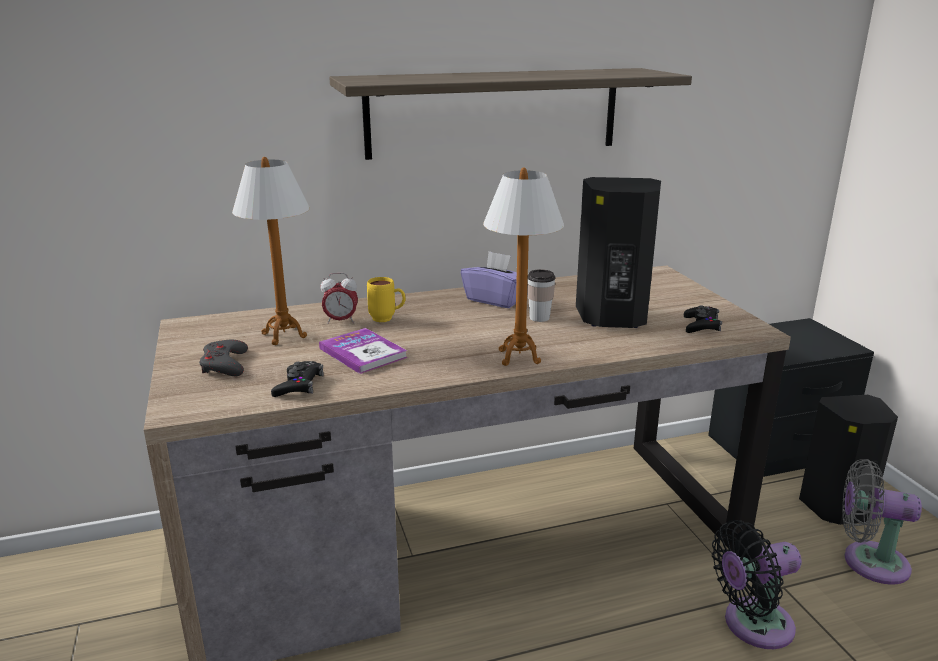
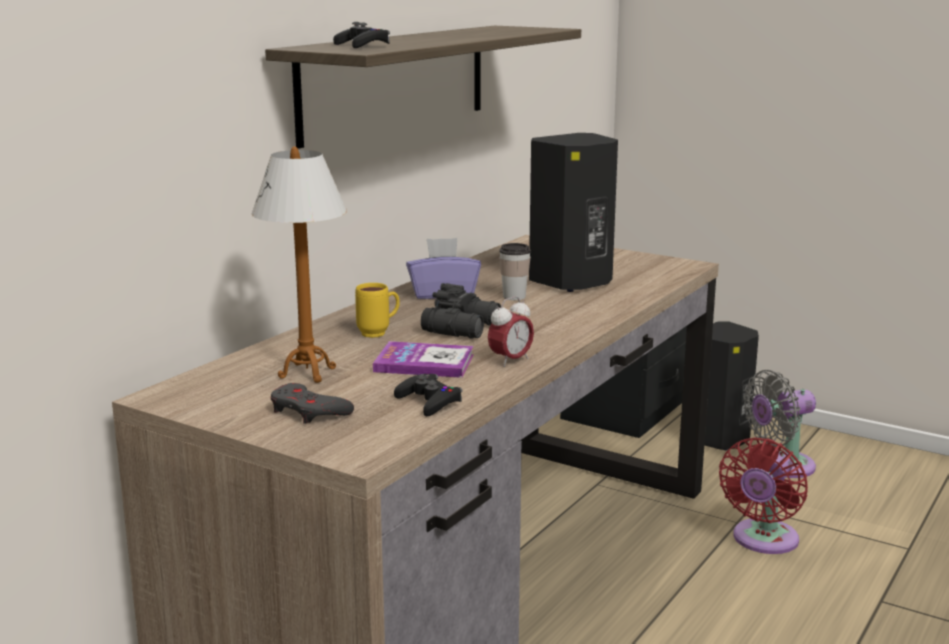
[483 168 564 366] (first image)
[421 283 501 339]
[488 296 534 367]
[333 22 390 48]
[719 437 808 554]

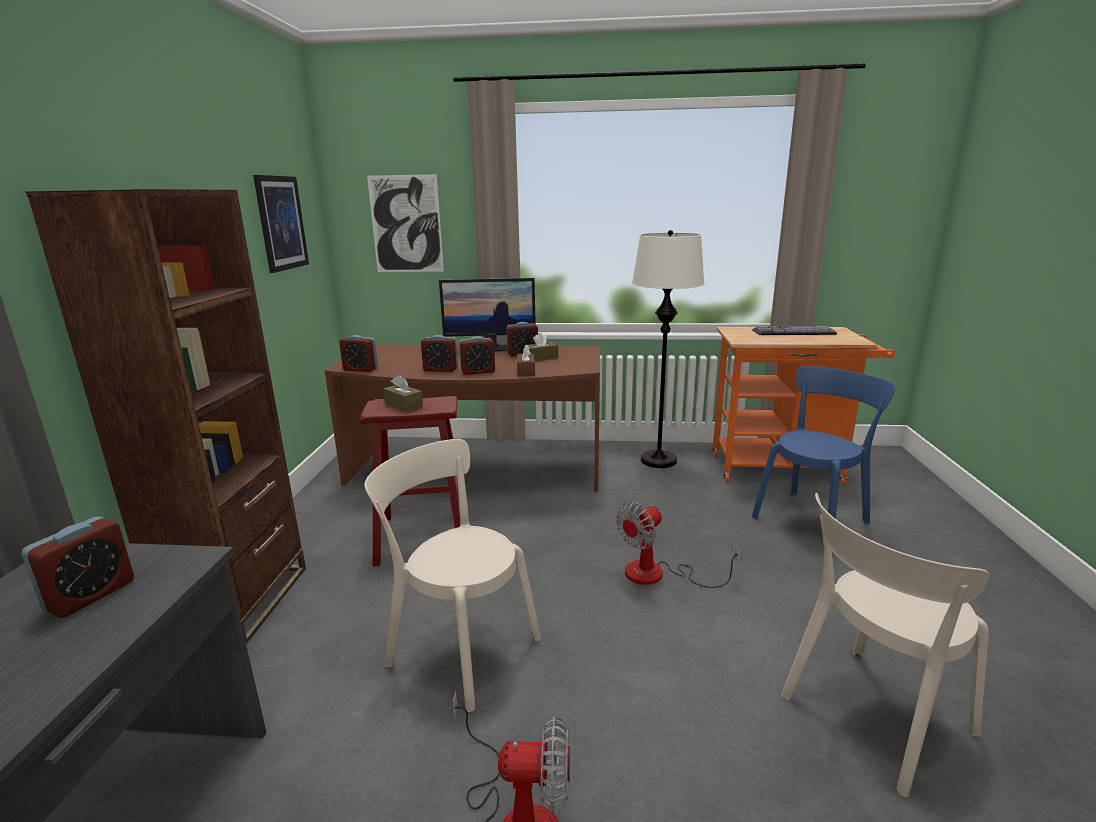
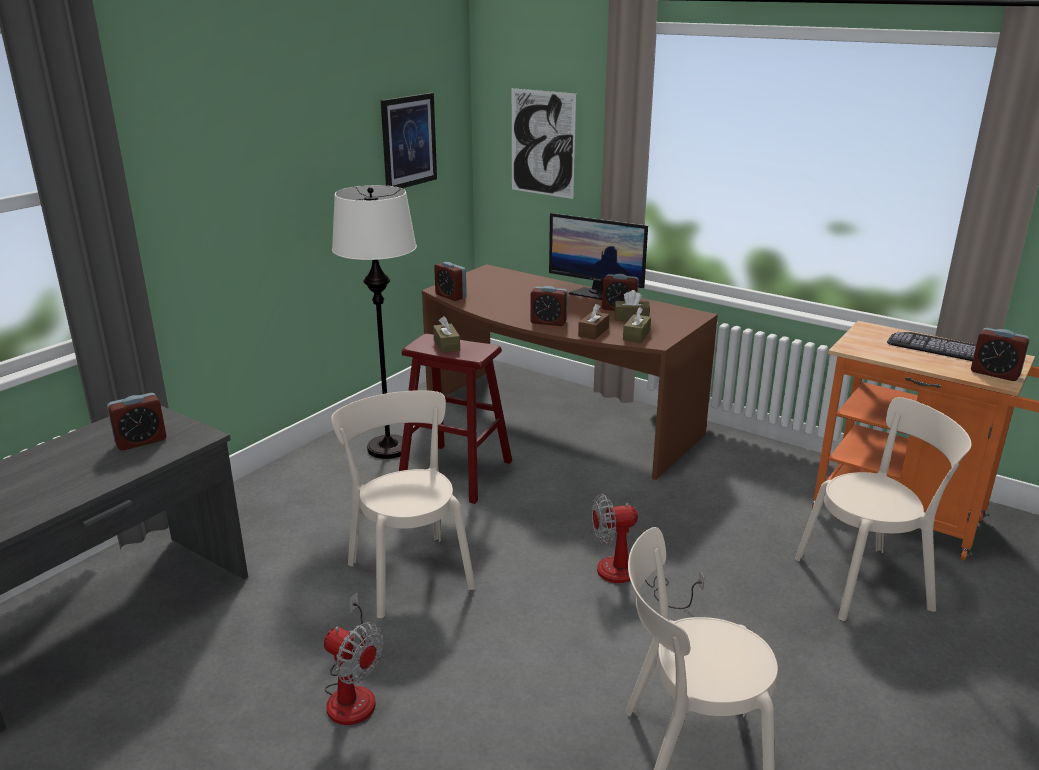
[26 189 306 644] (first image)
[623 307 651 343]
[971 328 1030 381]
[332 185 417 459]
[795 397 972 621]

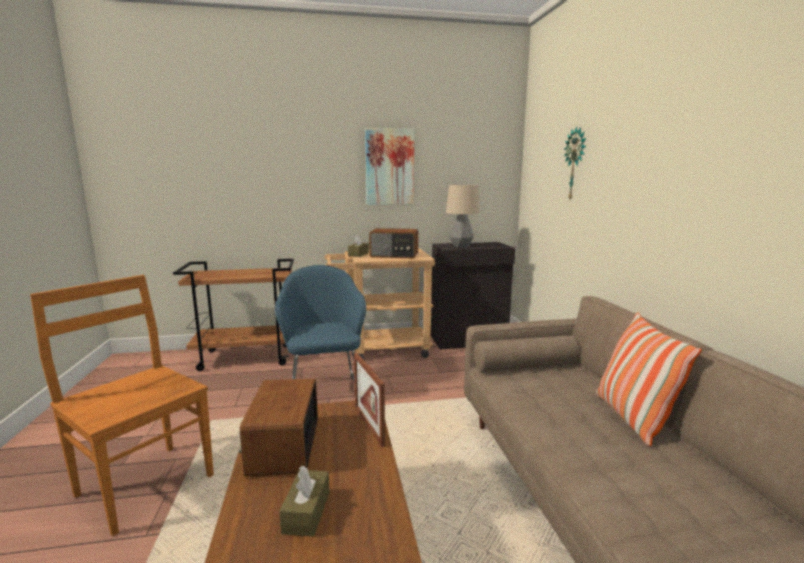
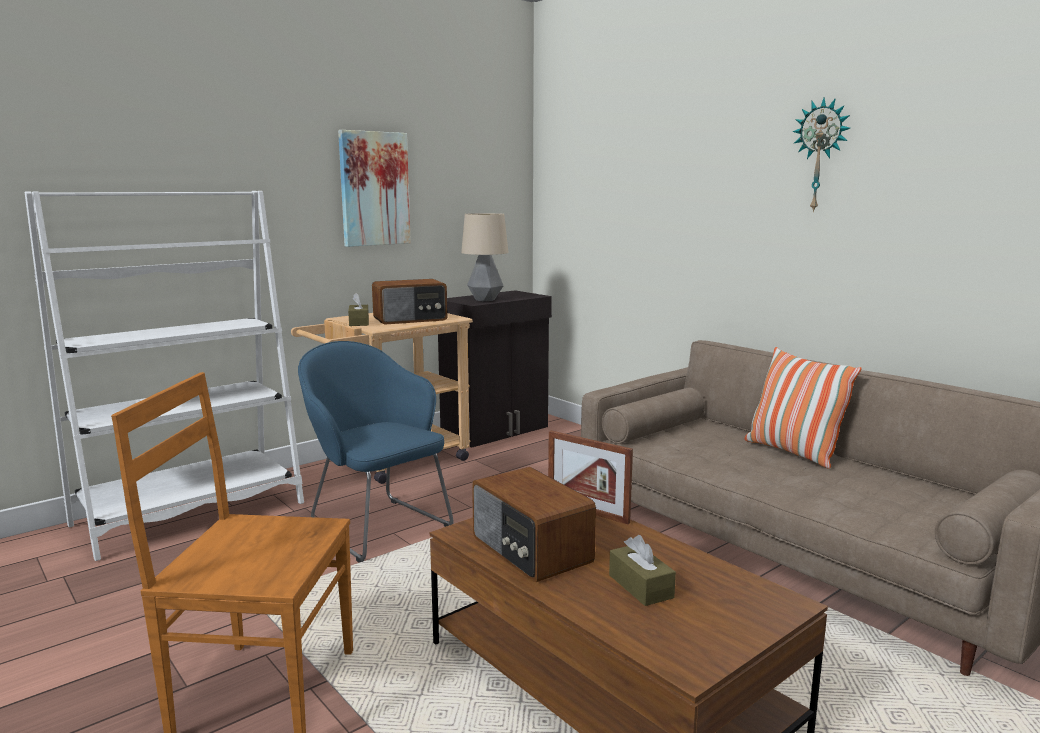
[792 98 850 213]
[25 191 304 561]

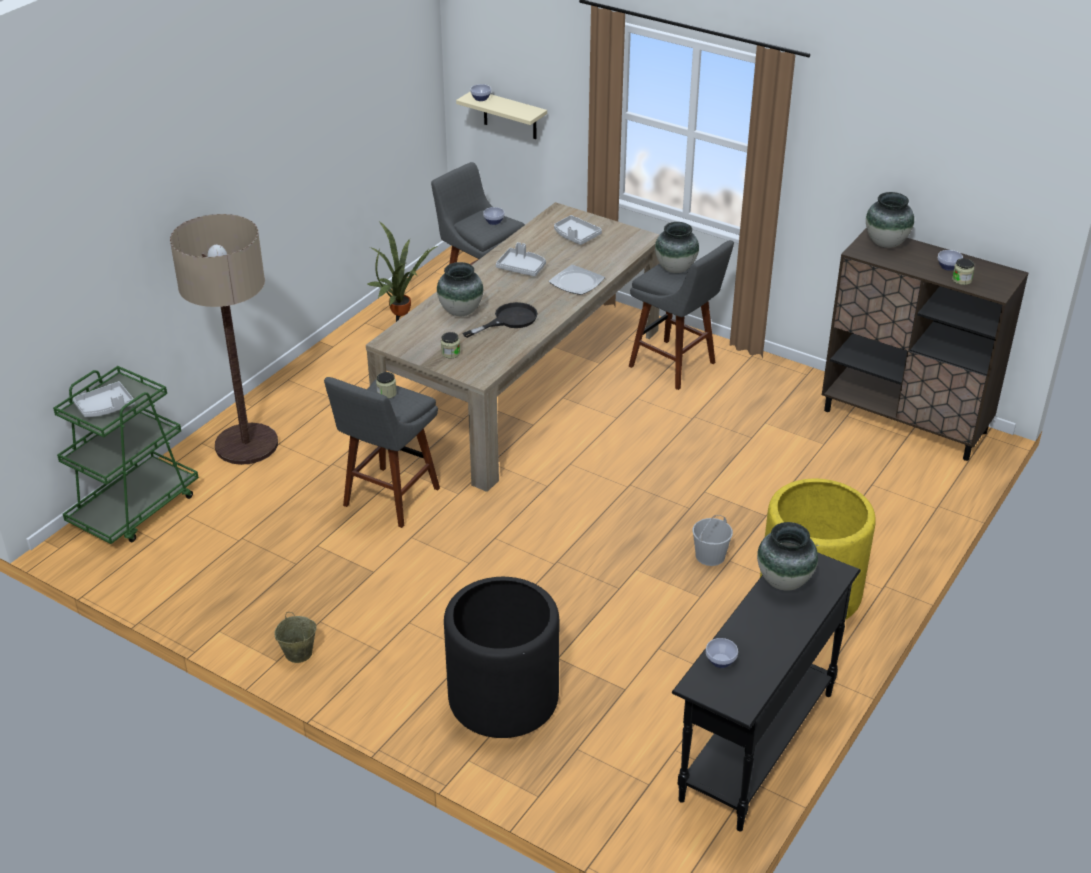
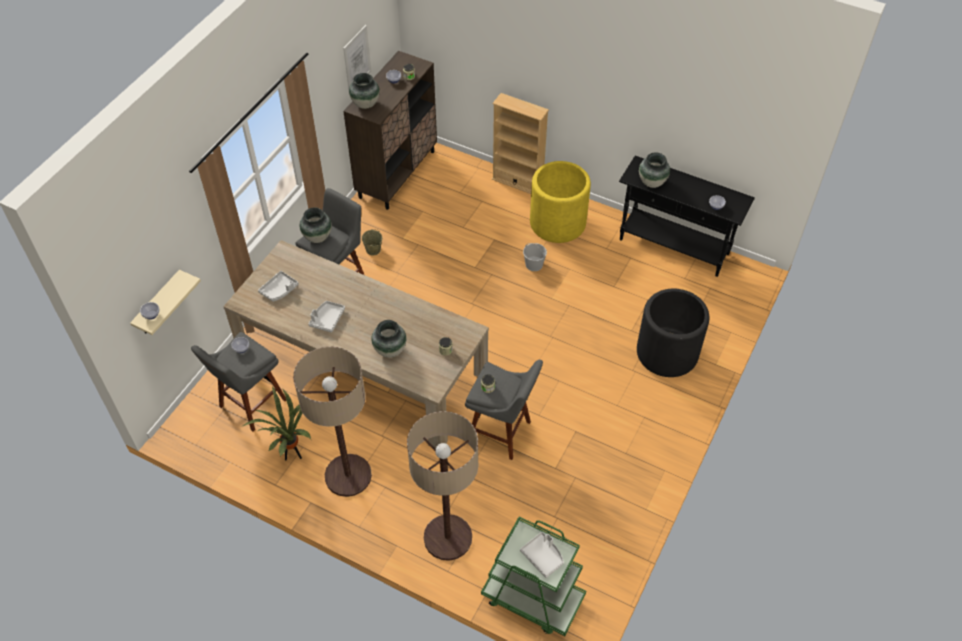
[463 302 538 338] (first image)
[548 265 605 295] (first image)
[293 346 372 497]
[343 25 371 89]
[492 93 549 194]
[362 229 382 256]

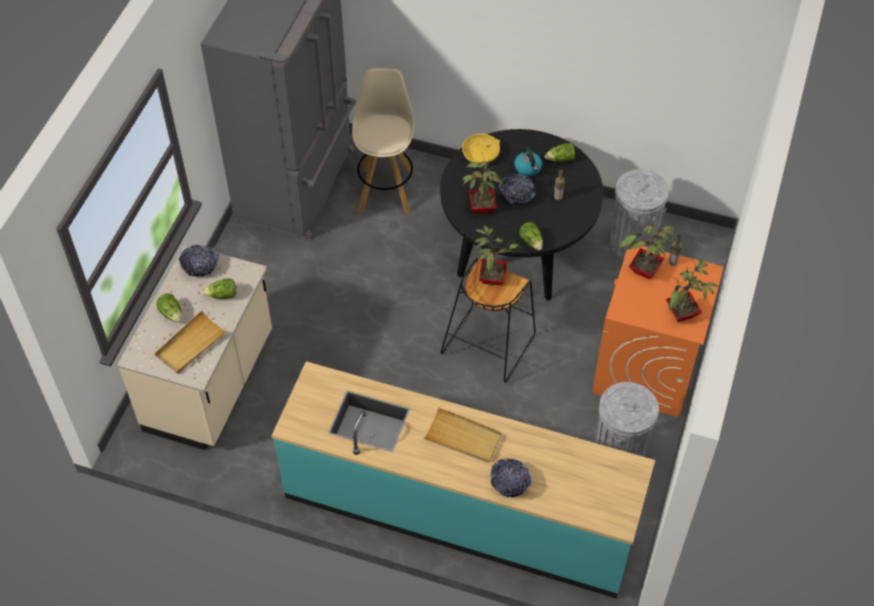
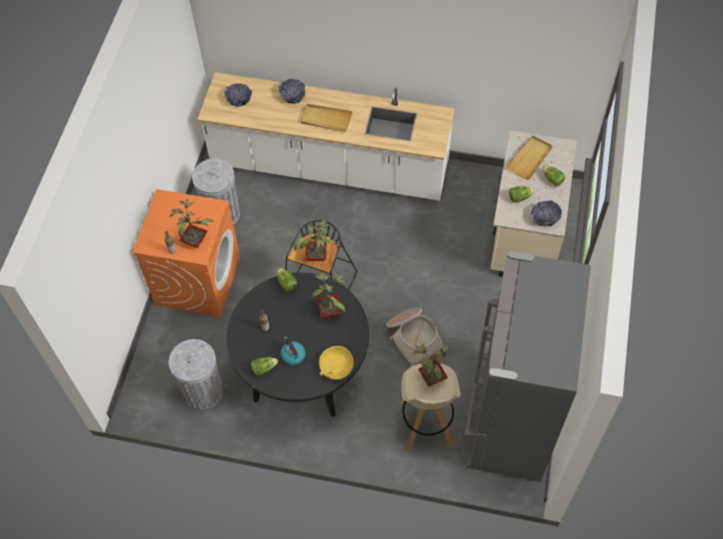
[386 308 443 367]
[224 83 252 107]
[412 344 449 387]
[197 72 455 201]

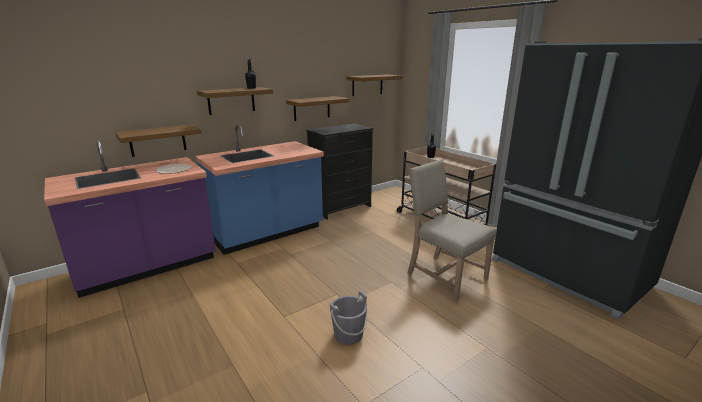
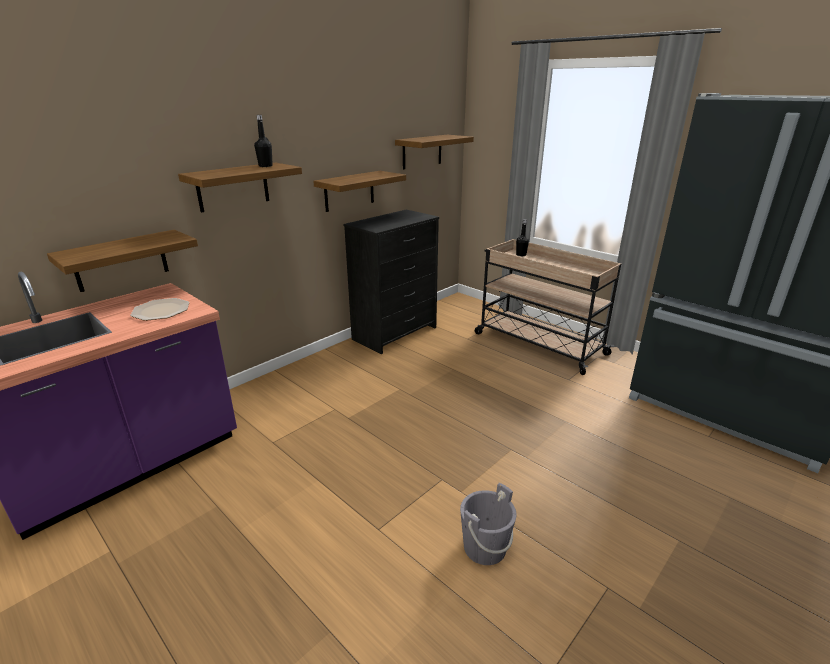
[195 125 324 255] (first image)
[408 159 496 302] (first image)

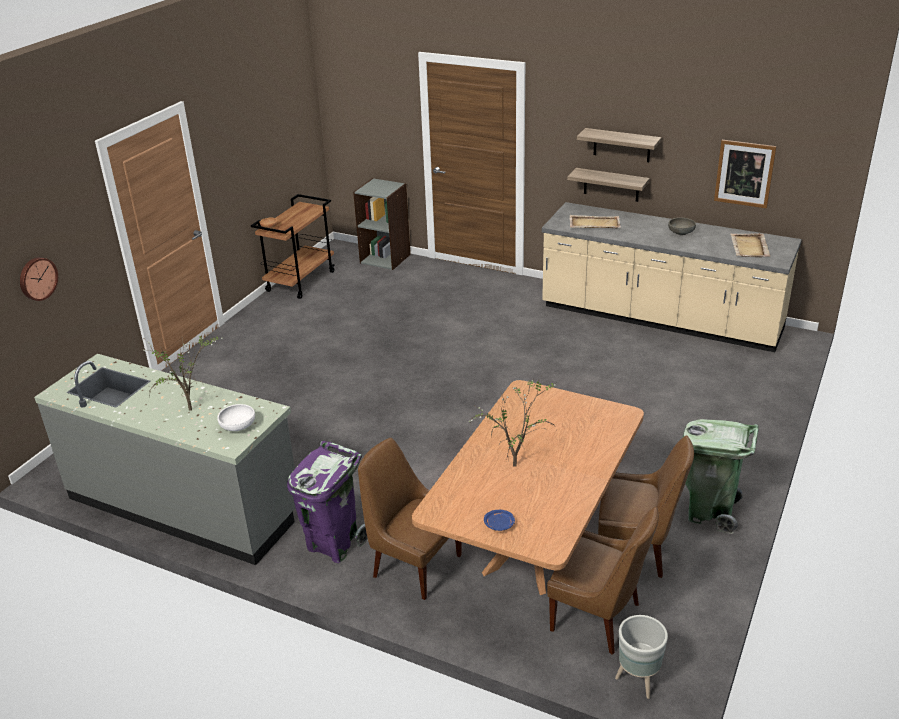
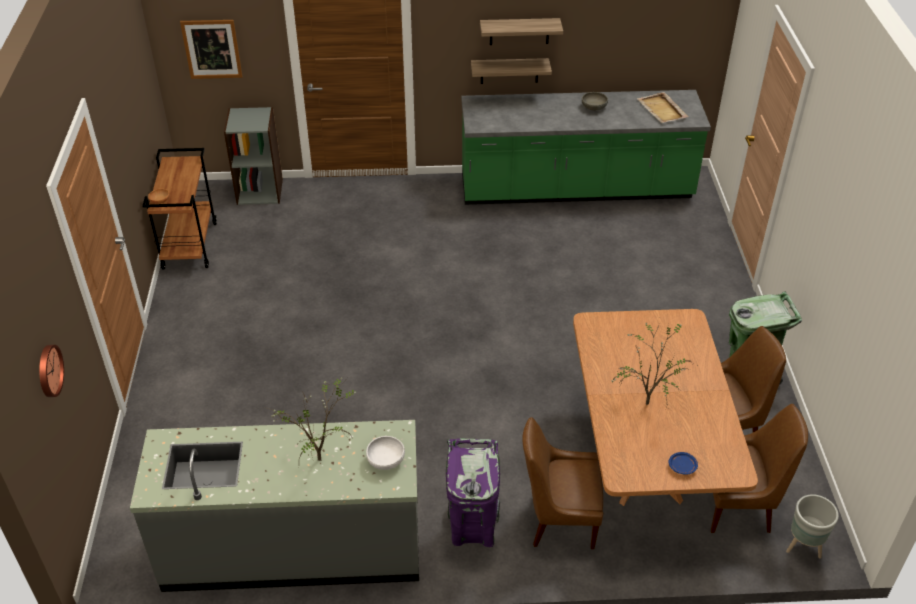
[570 215 621 228] (first image)
[180 20 243 79]
[461 90 711 205]

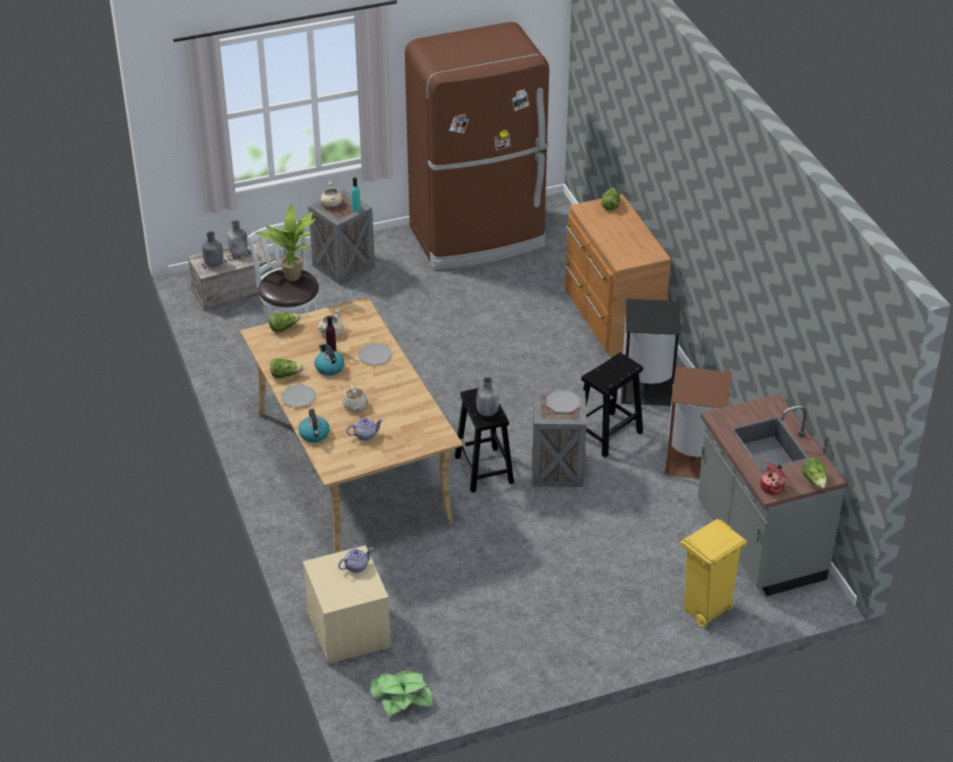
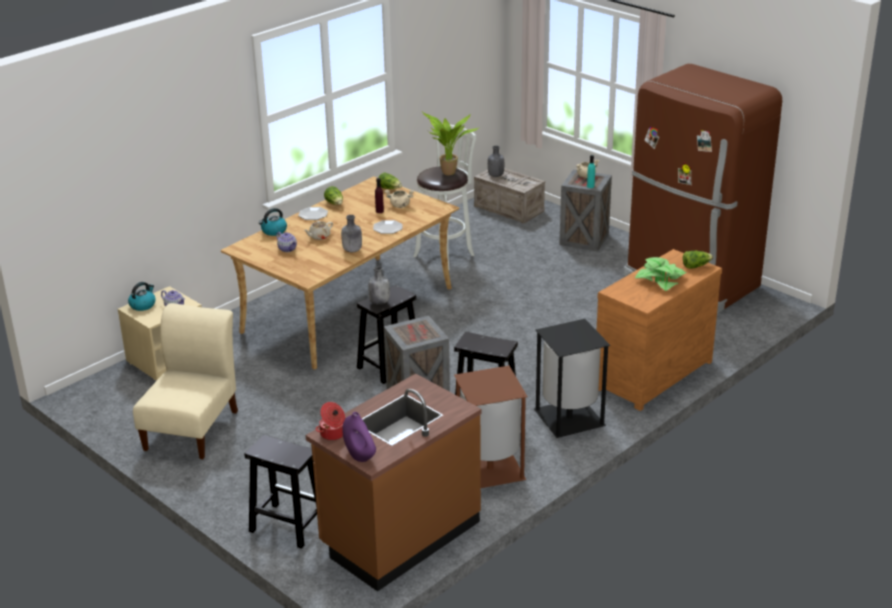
[547 390 580 413] (first image)
[133 303 238 459]
[341 215 362 252]
[128 282 156 311]
[635 257 686 291]
[244 435 317 549]
[342 412 376 462]
[305 374 481 591]

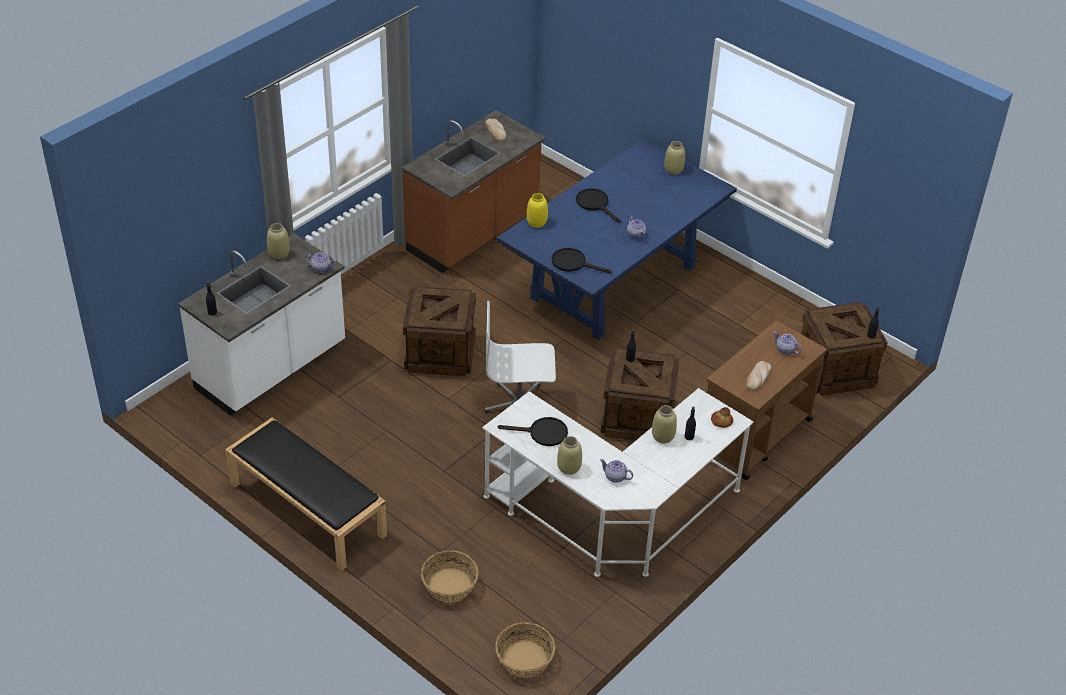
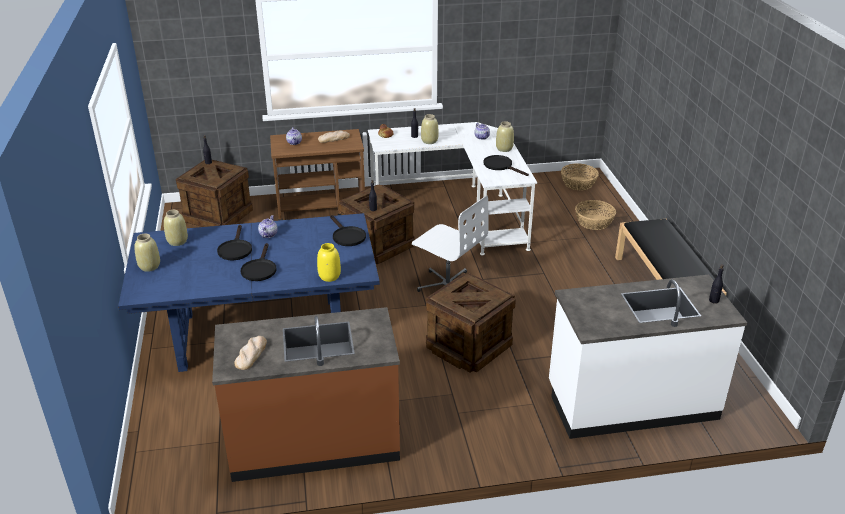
[305 253 336 273] (first image)
[217 225 252 260]
[164 210 188 246]

